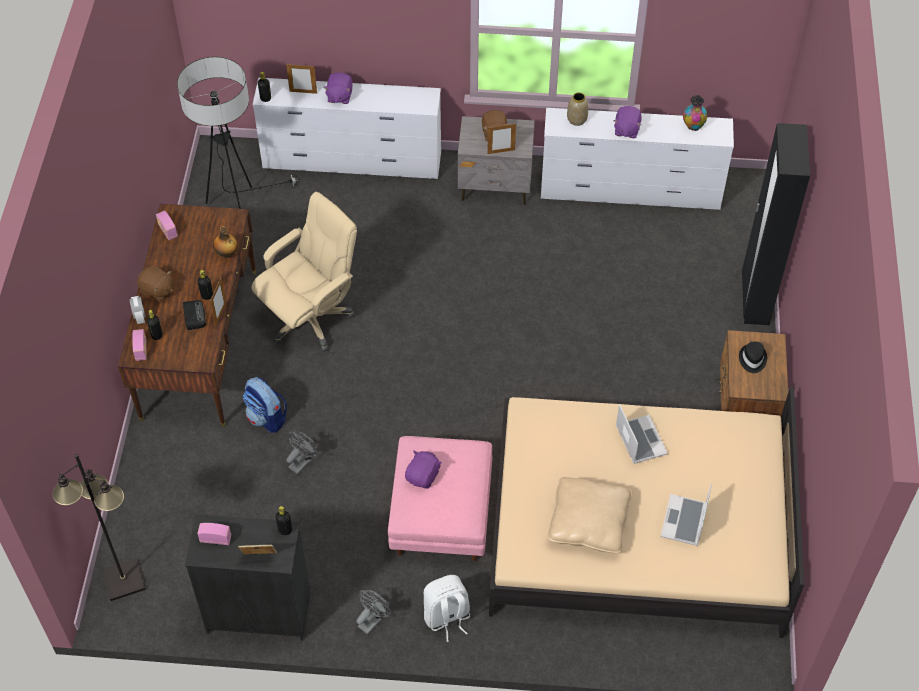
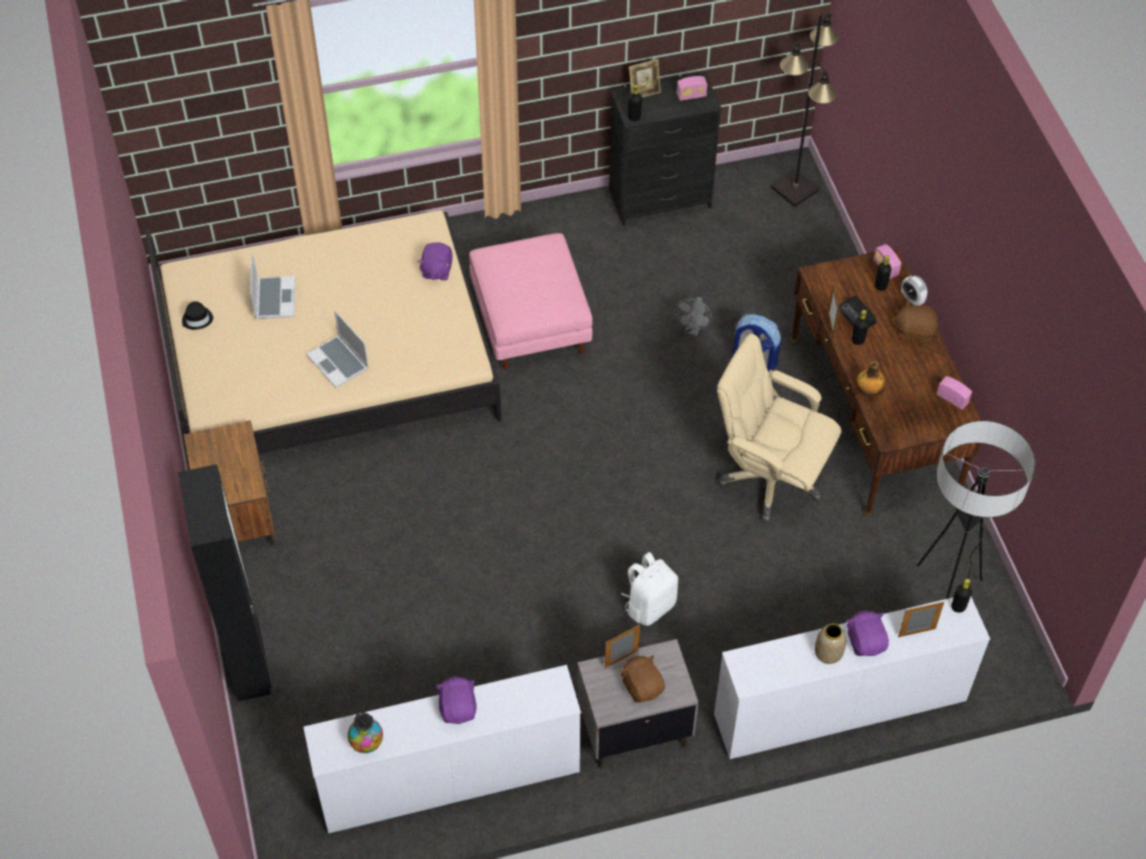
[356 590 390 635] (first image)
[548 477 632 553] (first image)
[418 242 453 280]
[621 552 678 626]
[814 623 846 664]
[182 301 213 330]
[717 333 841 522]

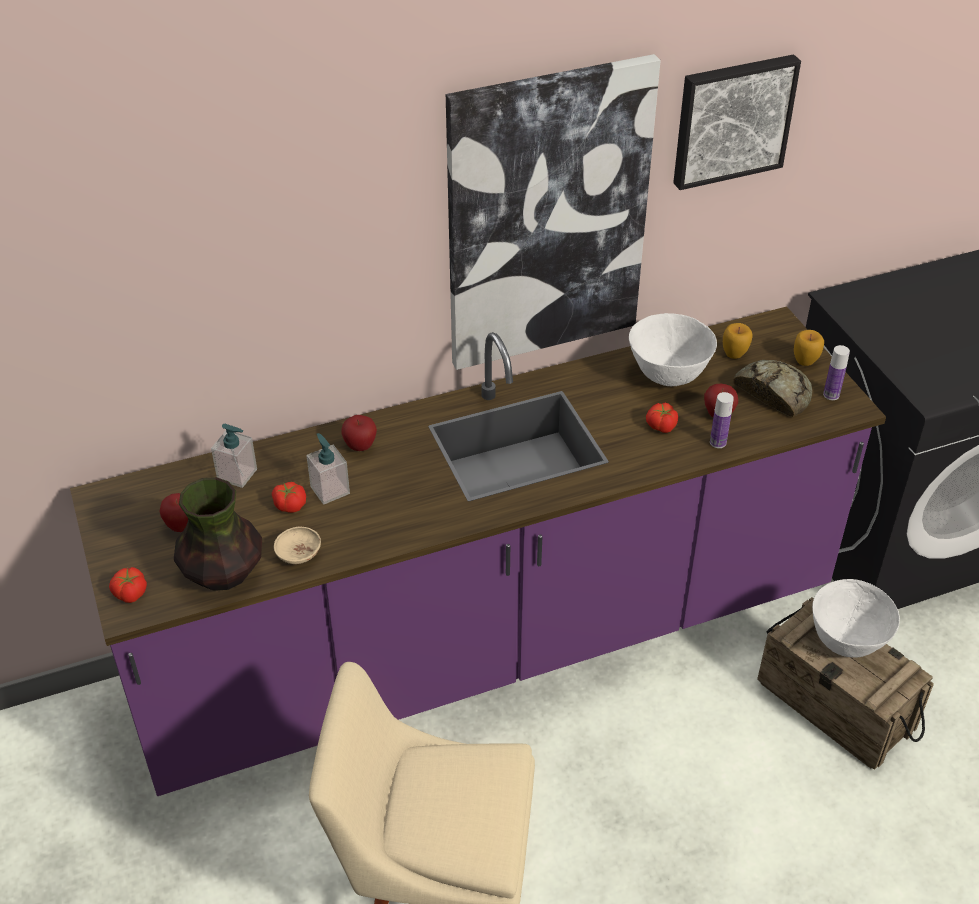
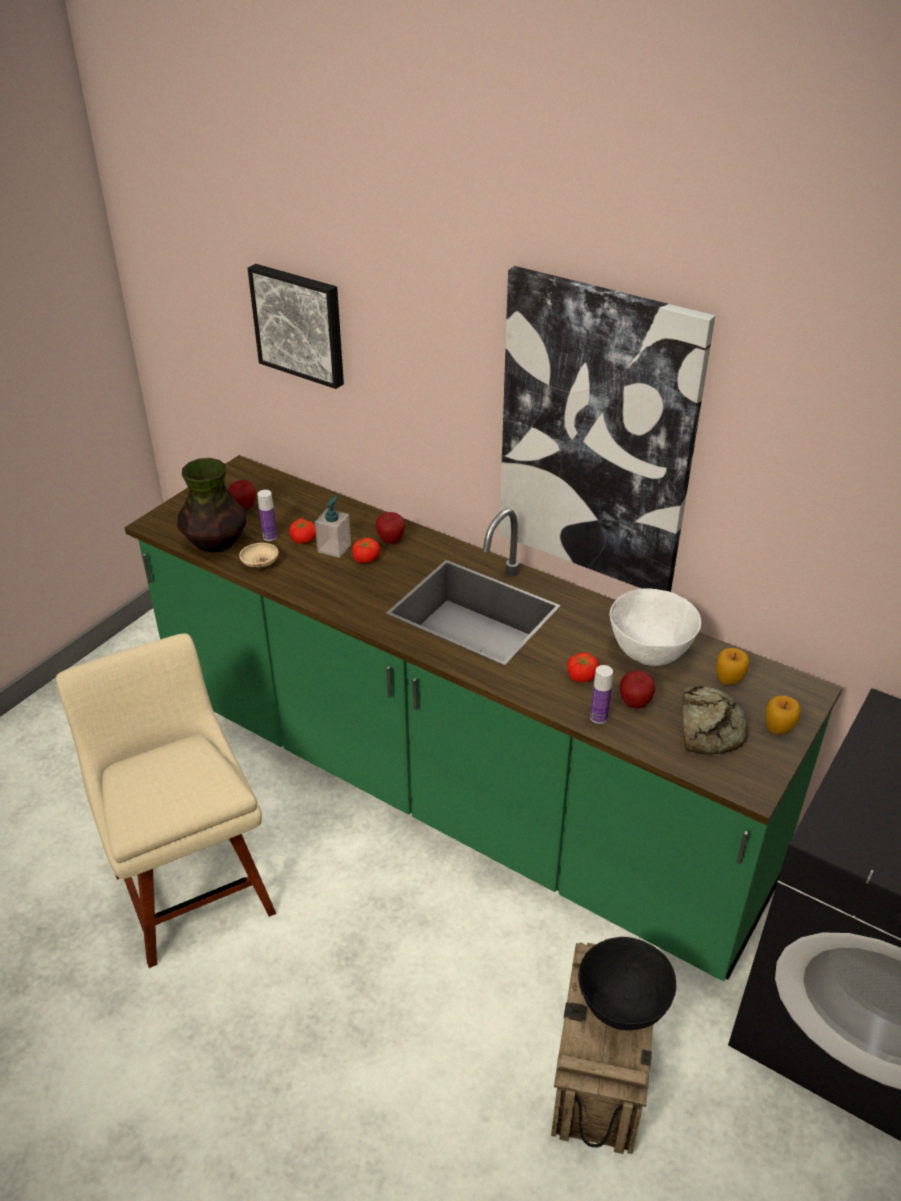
[211 424 257 488] (first image)
[352 538 380 563]
[248 264 344 389]
[257 490 277 541]
[124 455 843 981]
[578 937 676 1030]

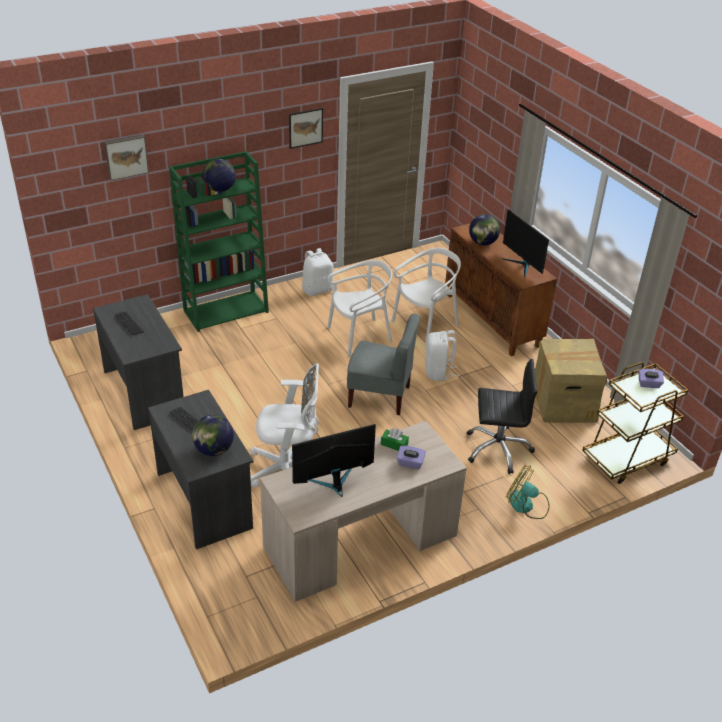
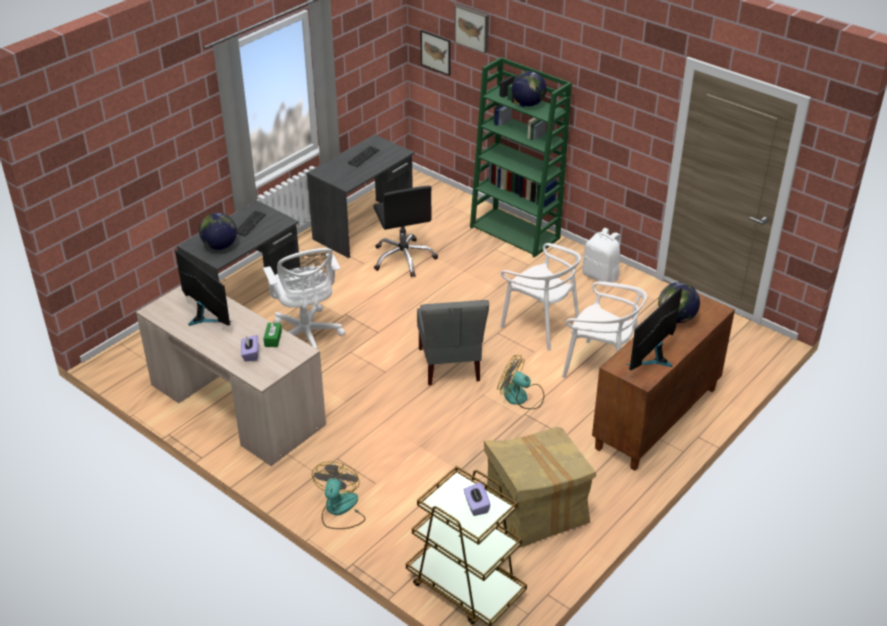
[420 30 451 76]
[373 186 438 277]
[497 355 545 409]

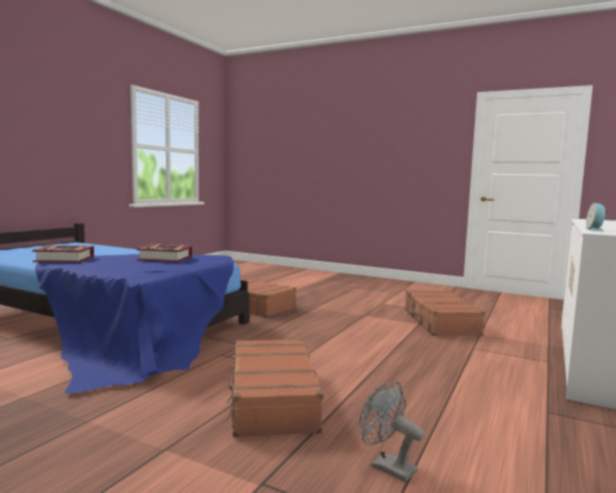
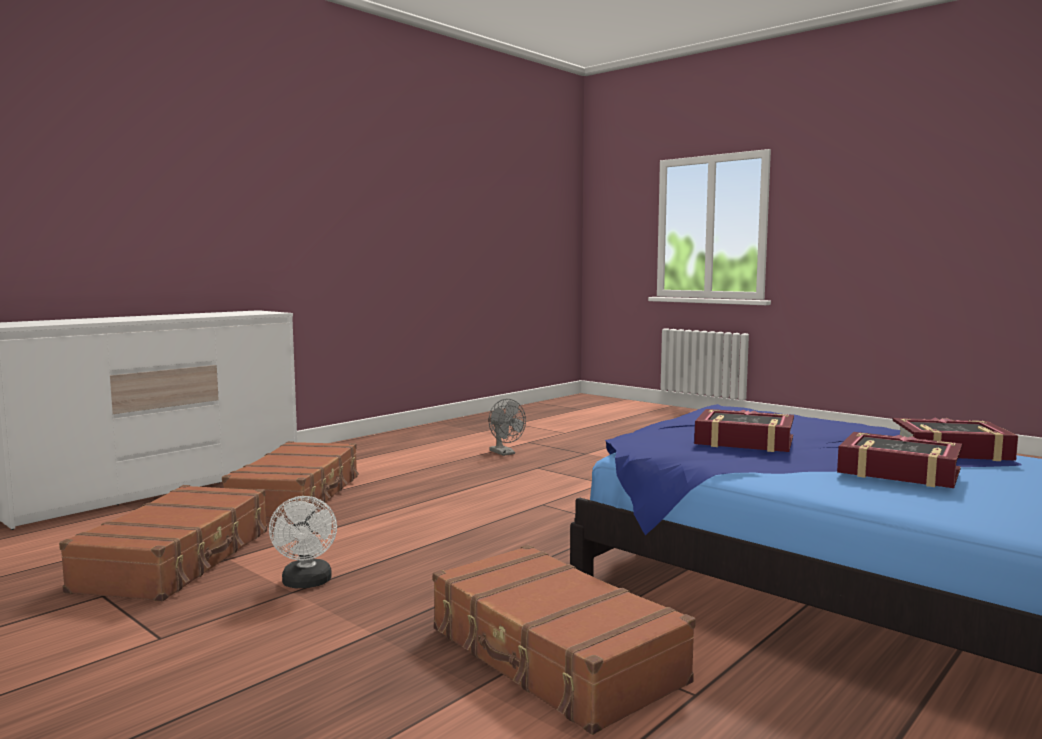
[586 203 608 231] (first image)
[269 496 337 588]
[837 432 962 488]
[222 441 359 519]

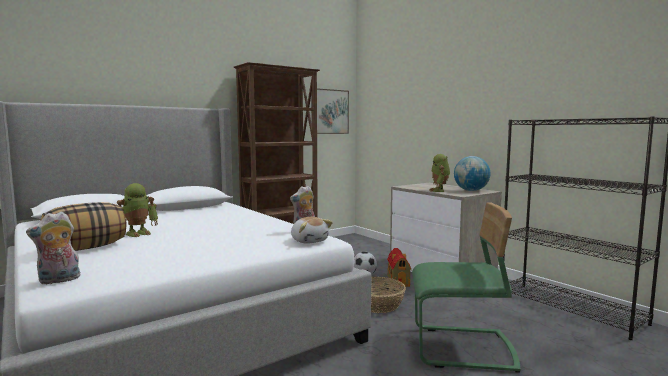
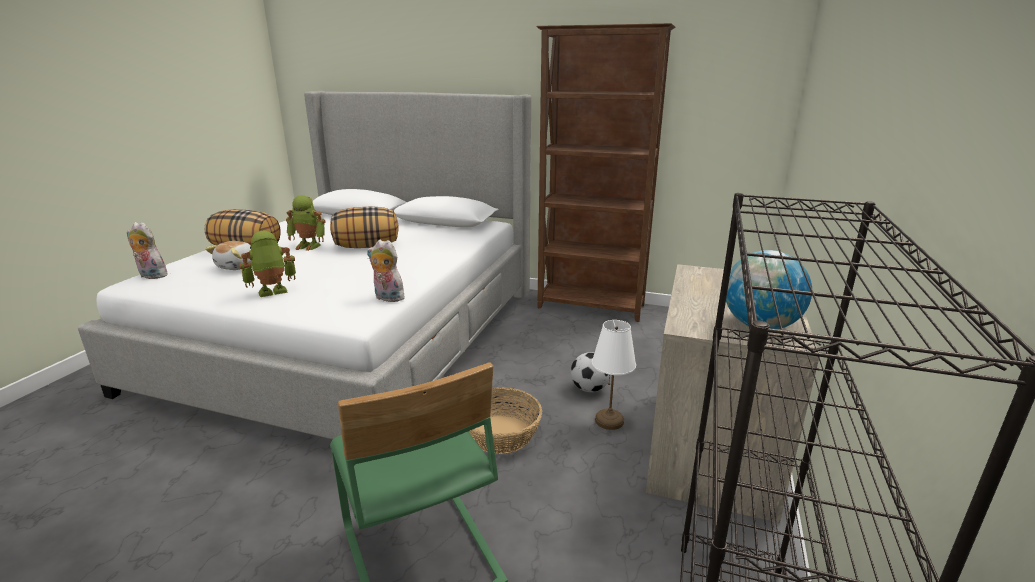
[311 88 349 134] (first image)
[330 206 399 248]
[205 241 252 270]
[239 231 296 297]
[592 320 636 430]

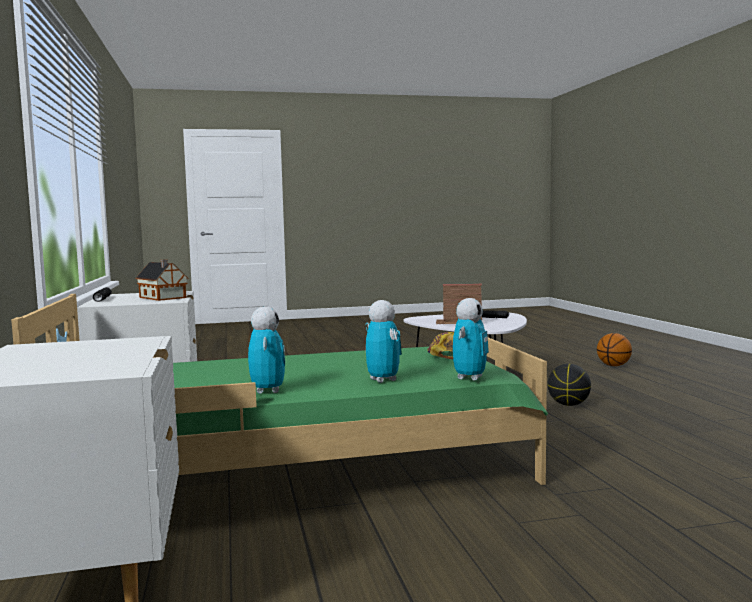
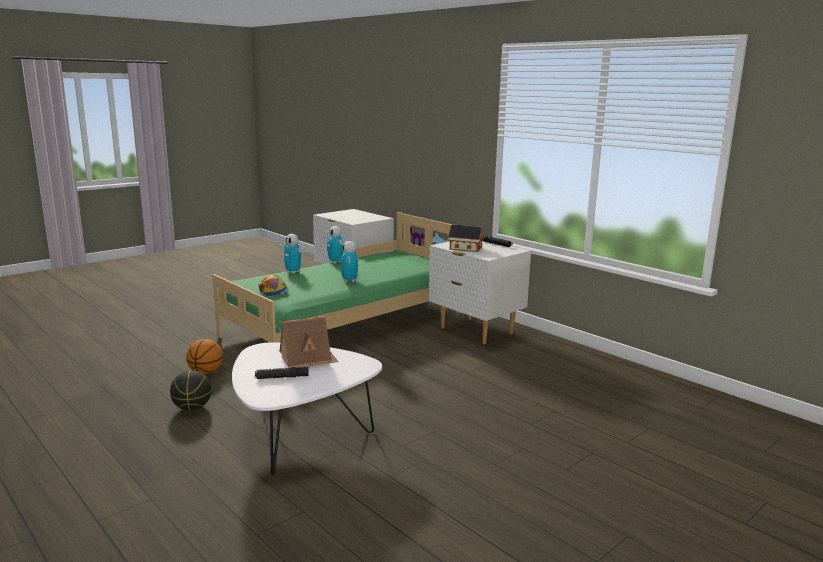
[341 241 358 282]
[186 339 223 374]

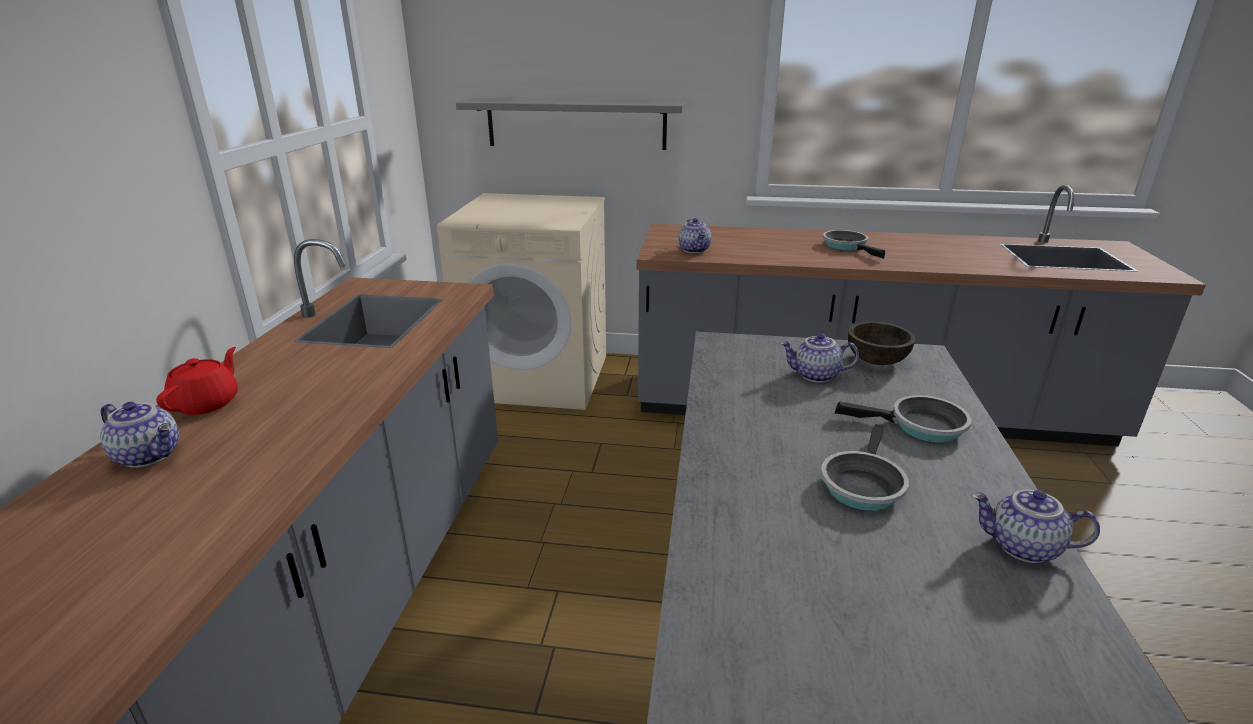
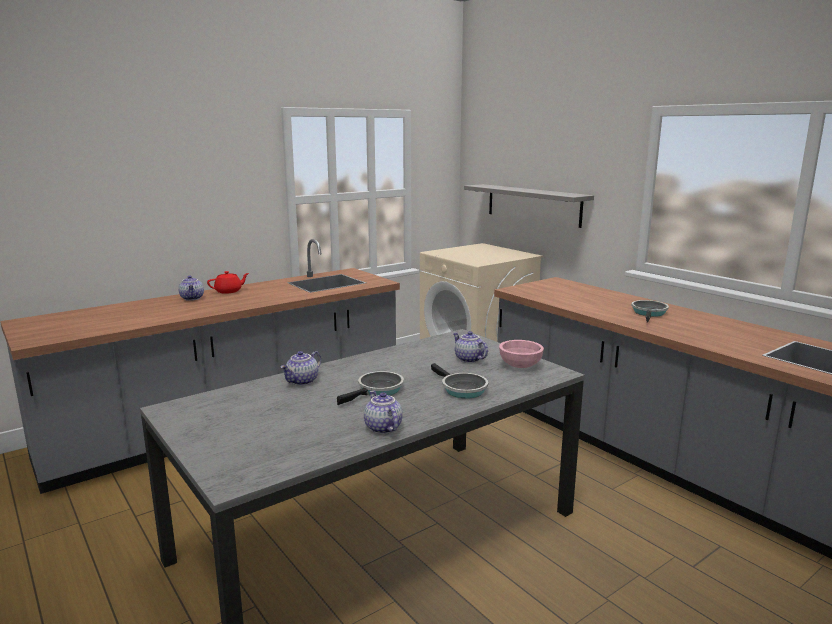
[280 351 321 386]
[499 340 544 368]
[337 371 404 405]

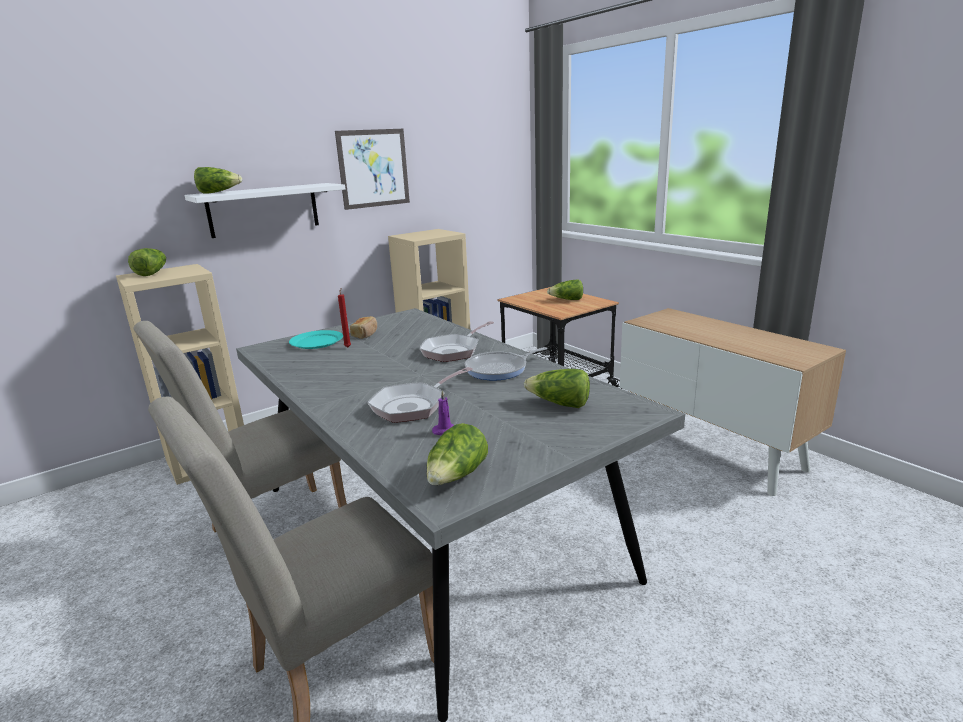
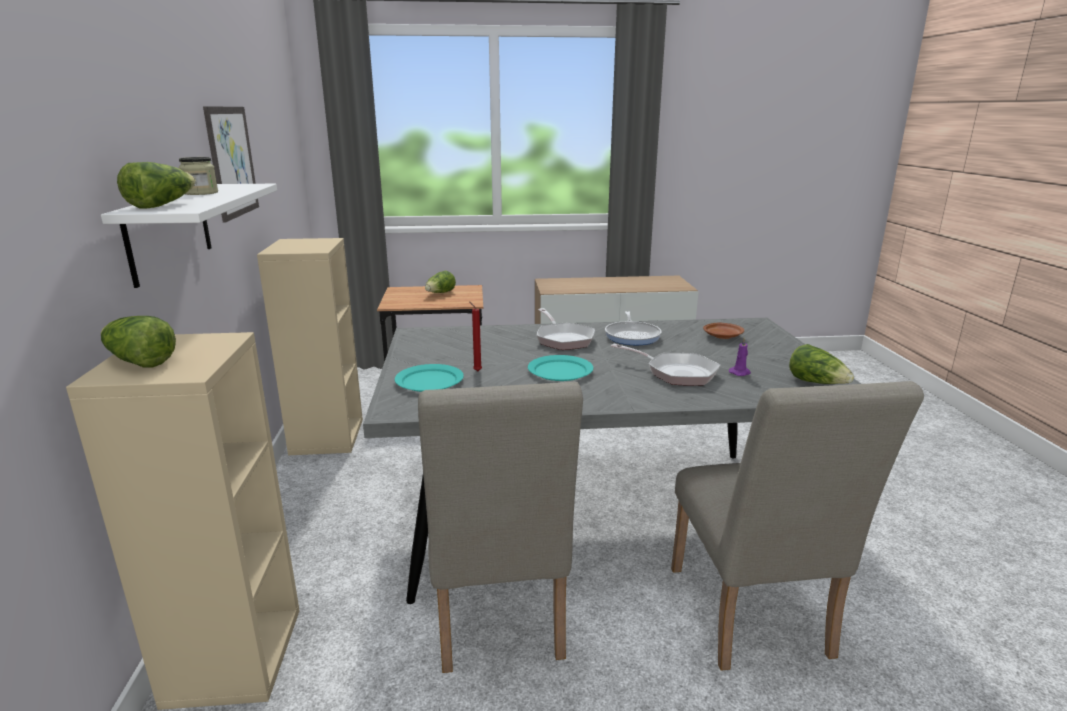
[350 316 377 339] (first image)
[179 157 218 195]
[528 355 593 381]
[703 322 744 339]
[611 344 721 386]

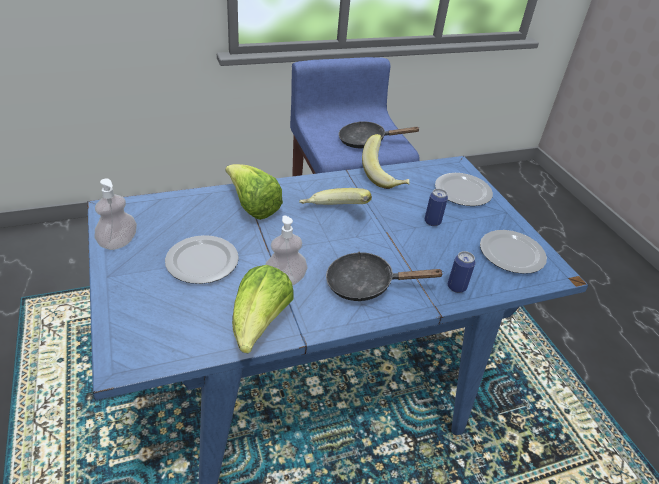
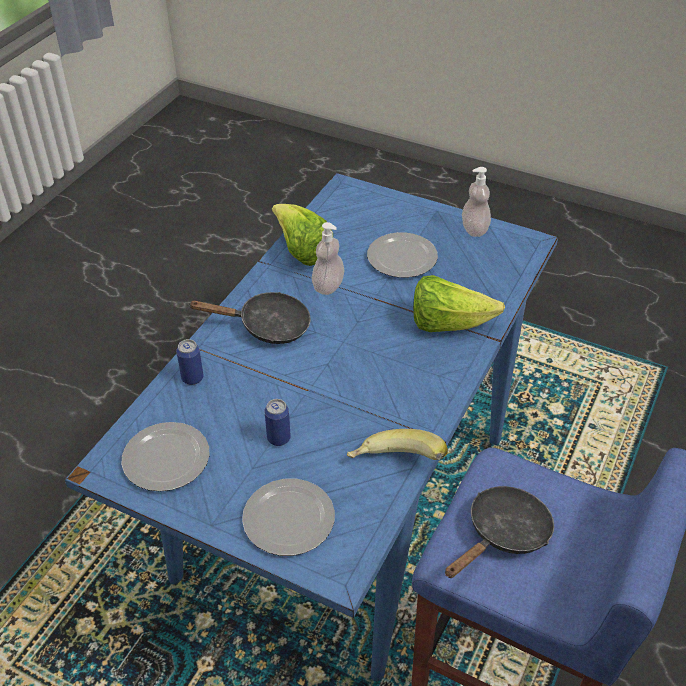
[299 188 372 205] (first image)
[188 292 310 344]

